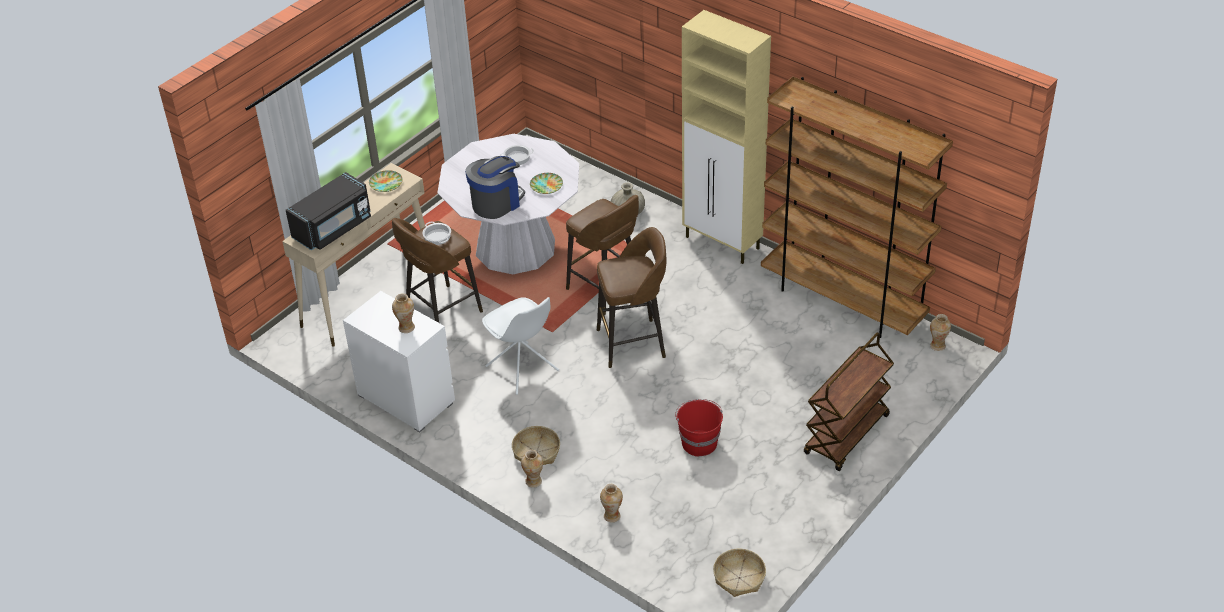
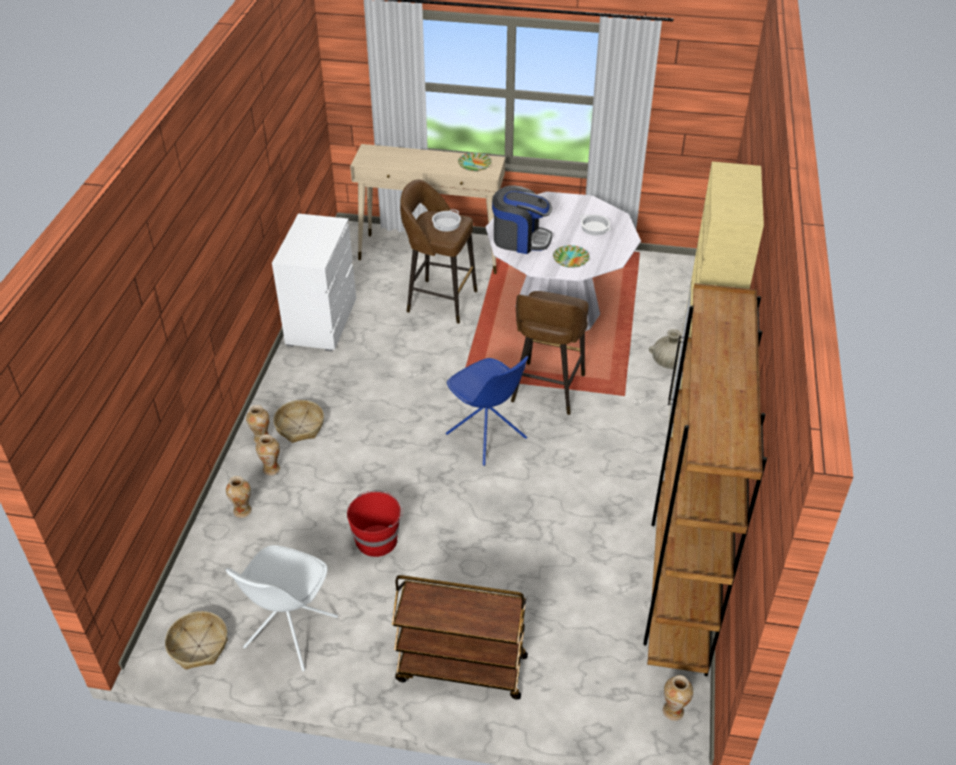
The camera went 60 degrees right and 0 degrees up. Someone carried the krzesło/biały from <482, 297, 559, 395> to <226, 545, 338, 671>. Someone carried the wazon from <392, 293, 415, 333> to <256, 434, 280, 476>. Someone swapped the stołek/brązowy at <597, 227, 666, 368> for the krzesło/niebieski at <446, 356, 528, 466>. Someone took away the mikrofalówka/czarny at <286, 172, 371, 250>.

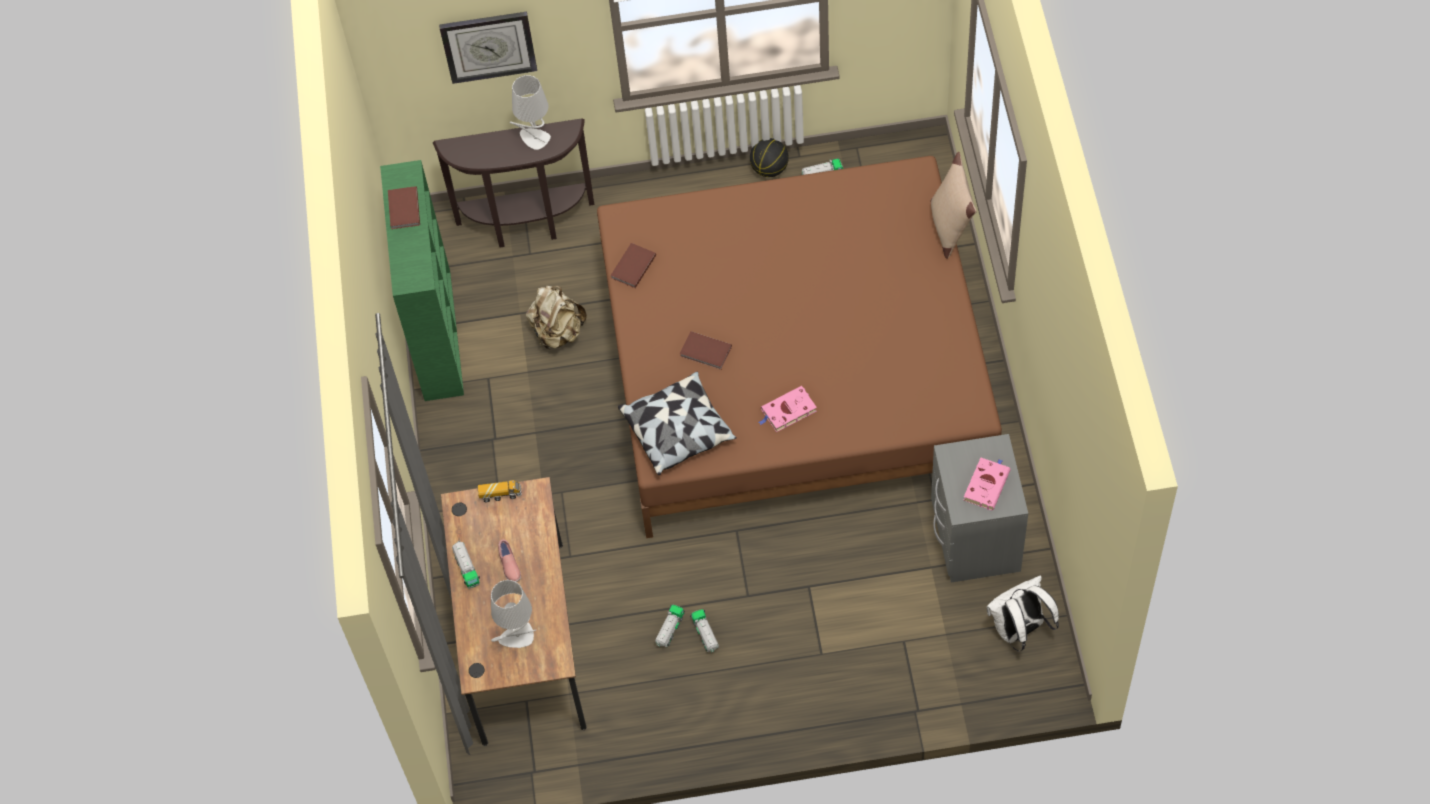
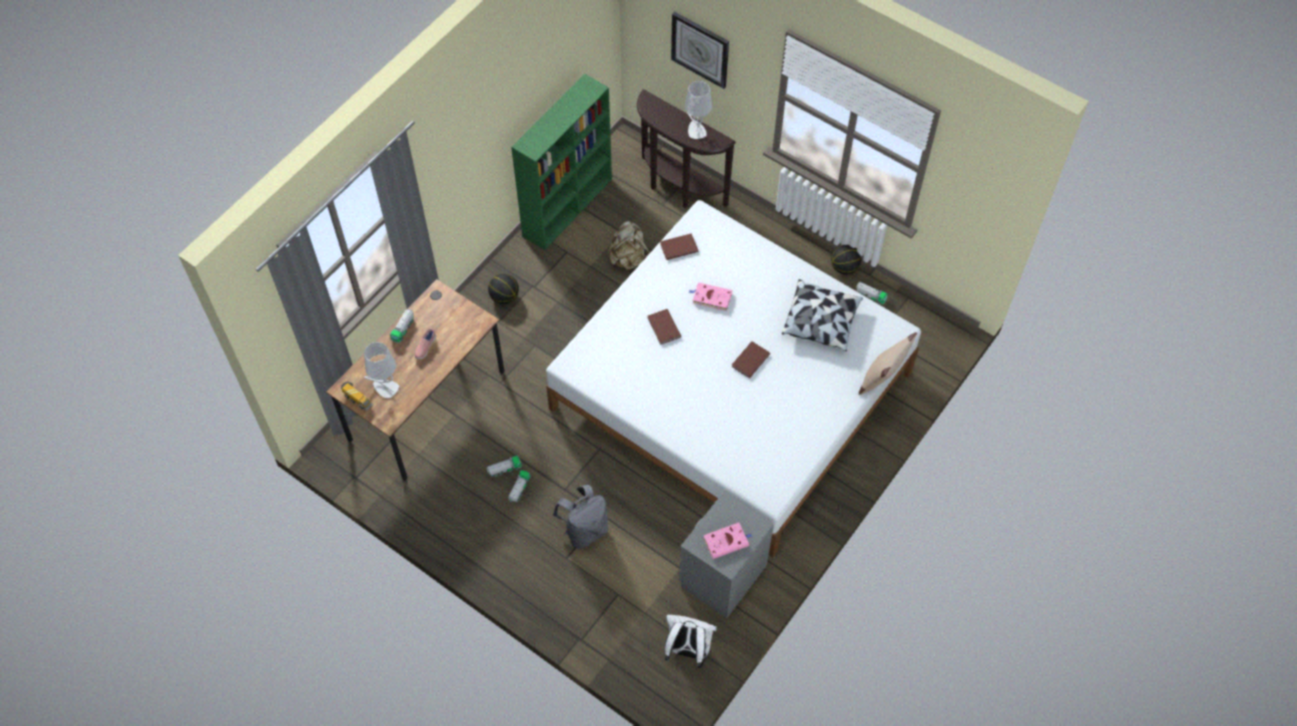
The camera went 40 degrees right and 0 degrees up. Someone carried the ciężarówka zabawkowa from <478, 480, 522, 502> to <342, 383, 372, 411>. Someone put down the piłka do koszykówki at <488, 274, 519, 304>. Someone repainted the łóżko/brązowy at <597, 156, 1002, 538>, which became the łóżko/biały at <546, 200, 921, 558>. Someone put down the plecak/szary at <553, 485, 608, 549>. Someone carried the książka/różowy from <759, 386, 817, 432> to <689, 282, 732, 311>. Someone carried the książka/brązowy from <388, 186, 420, 229> to <731, 341, 770, 378>. Someone carried the poduszka from <618, 372, 737, 475> to <782, 279, 863, 351>.

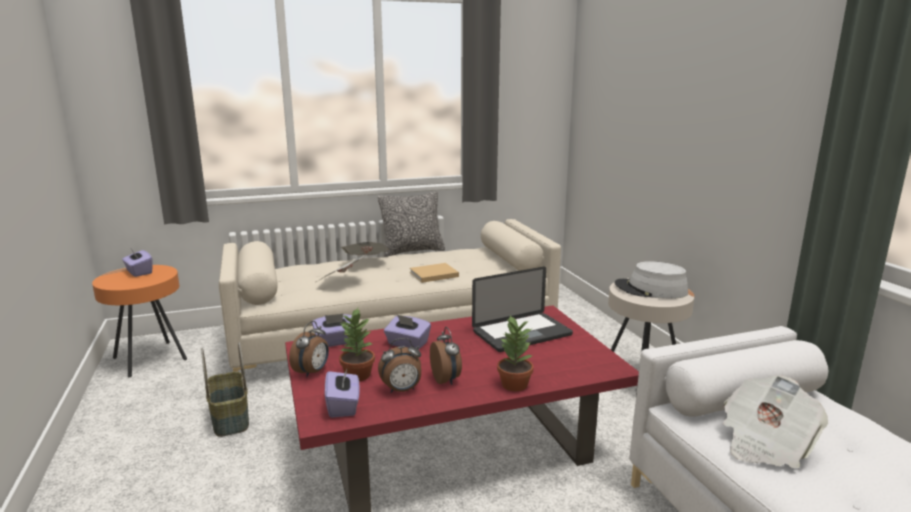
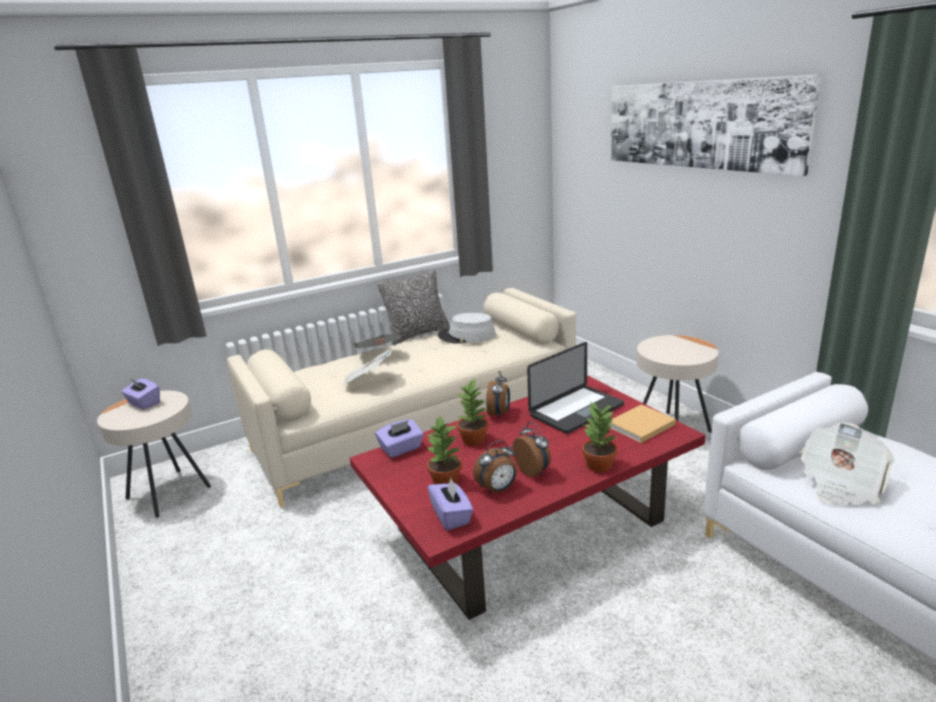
The camera went 10 degrees left and 5 degrees up. Someone repainted the stolik/pomarańczowy at <92, 265, 187, 377>, which became the stolik/beżowy at <97, 391, 211, 518>. Someone carried the kapelusz/szary from <615, 261, 688, 299> to <438, 313, 496, 344>. Someone swapped the pudełko chusteczek/fioletowy at <384, 314, 431, 350> for the roślina doniczkowa at <457, 379, 488, 446>. Someone carried the budzik from <289, 321, 329, 377> to <486, 371, 510, 419>. Someone carried the książka/beżowy from <410, 263, 459, 283> to <610, 404, 676, 443>. Someone put up the obraz at <611, 74, 821, 176>. Someone took away the koszyk at <201, 342, 249, 437>.

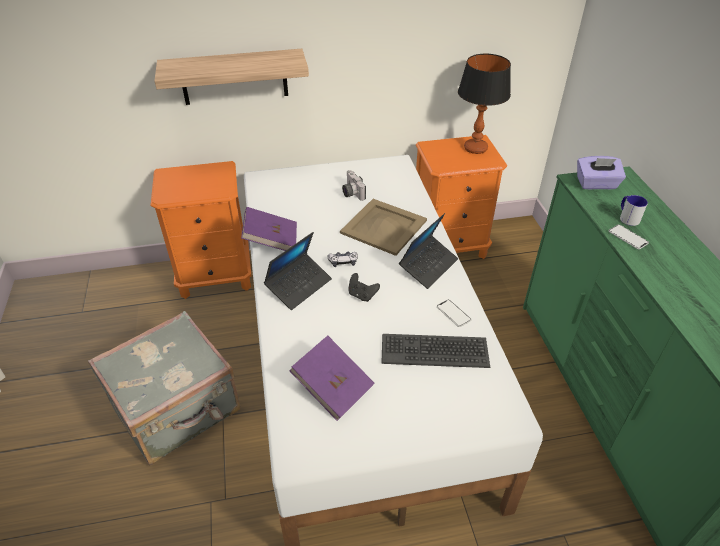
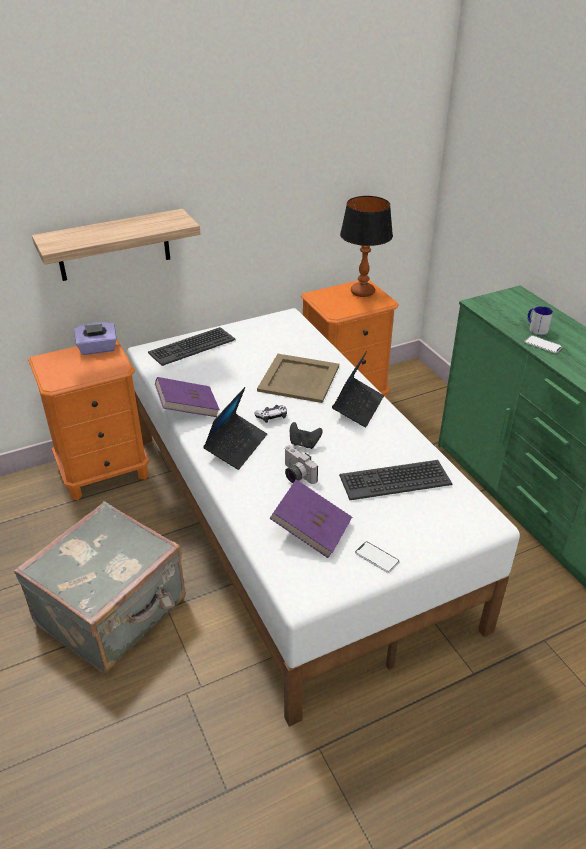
The camera went 15 degrees left and 5 degrees down. Someone carried the pudełko chusteczek/fioletowy from <577, 156, 626, 189> to <74, 322, 116, 355>. Someone put down the klawiatura at <148, 327, 236, 366>. Someone carried the aparat fotograficzny from <342, 170, 366, 201> to <284, 445, 318, 484>. Someone carried the telefon from <437, 300, 471, 327> to <355, 541, 400, 573>.

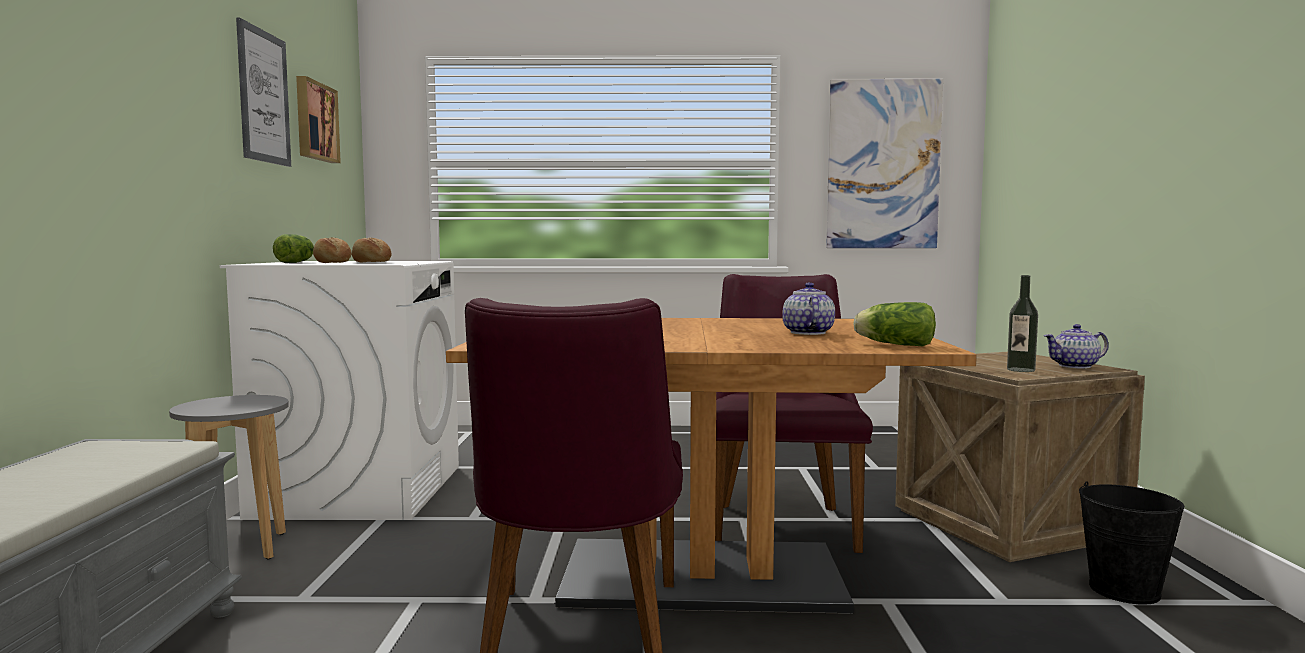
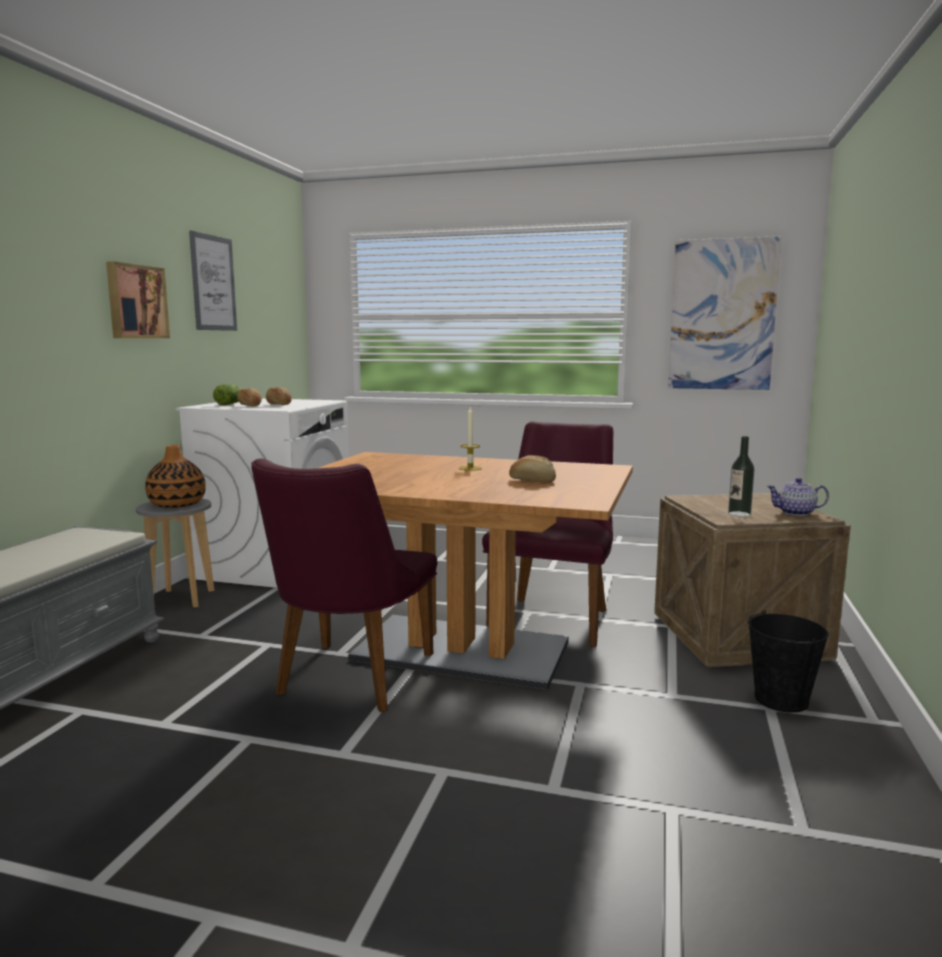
The camera went 15 degrees right and 5 degrees up. Someone carried the obraz from <296, 76, 341, 163> to <106, 261, 170, 338>. Someone put down the wazon at <145, 445, 206, 508>. Someone put down the świeca at <459, 407, 482, 471>. Someone swapped the imbryk at <782, 282, 835, 335> for the chleb at <509, 455, 556, 483>. Someone took away the sałata at <853, 302, 936, 347>.

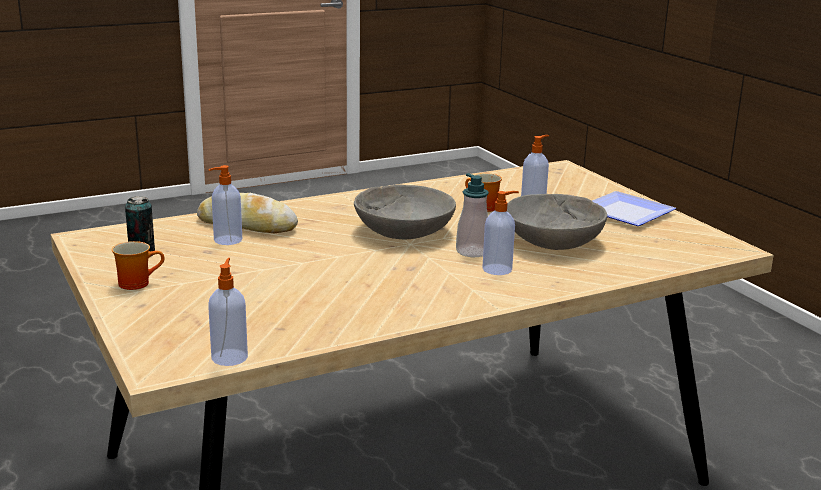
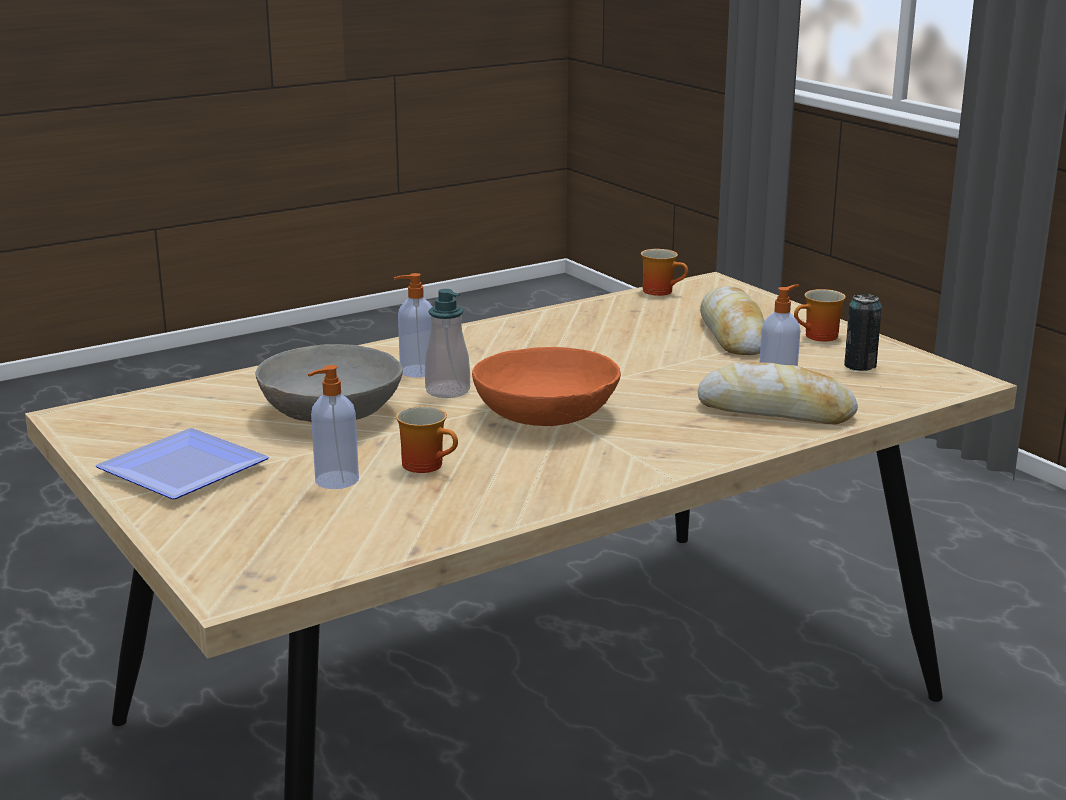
The camera went 175 degrees right and 0 degrees up. Someone repainted the miska/szary at <354, 184, 456, 240>, which became the miska/pomarańczowy at <472, 347, 621, 426>. Someone swapped the dozownik mydła at <208, 258, 248, 366> for the kubek at <641, 249, 688, 296>. Someone put down the chleb at <700, 286, 764, 355>.

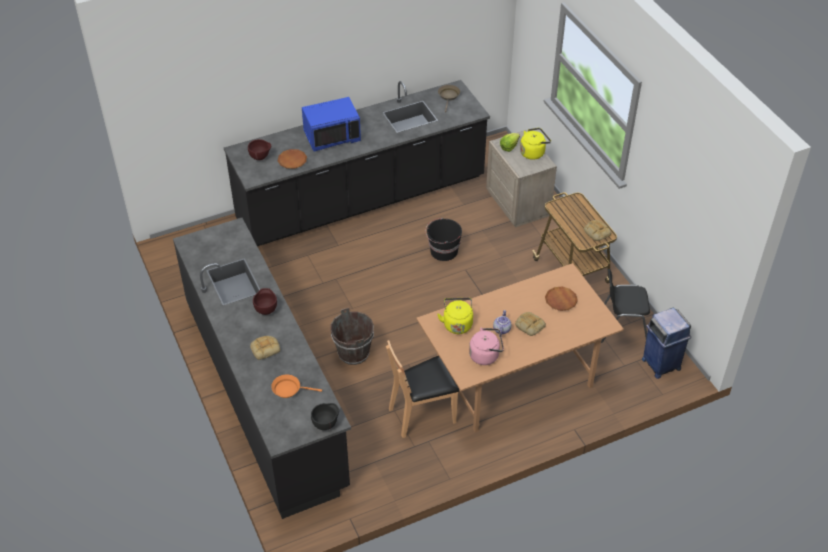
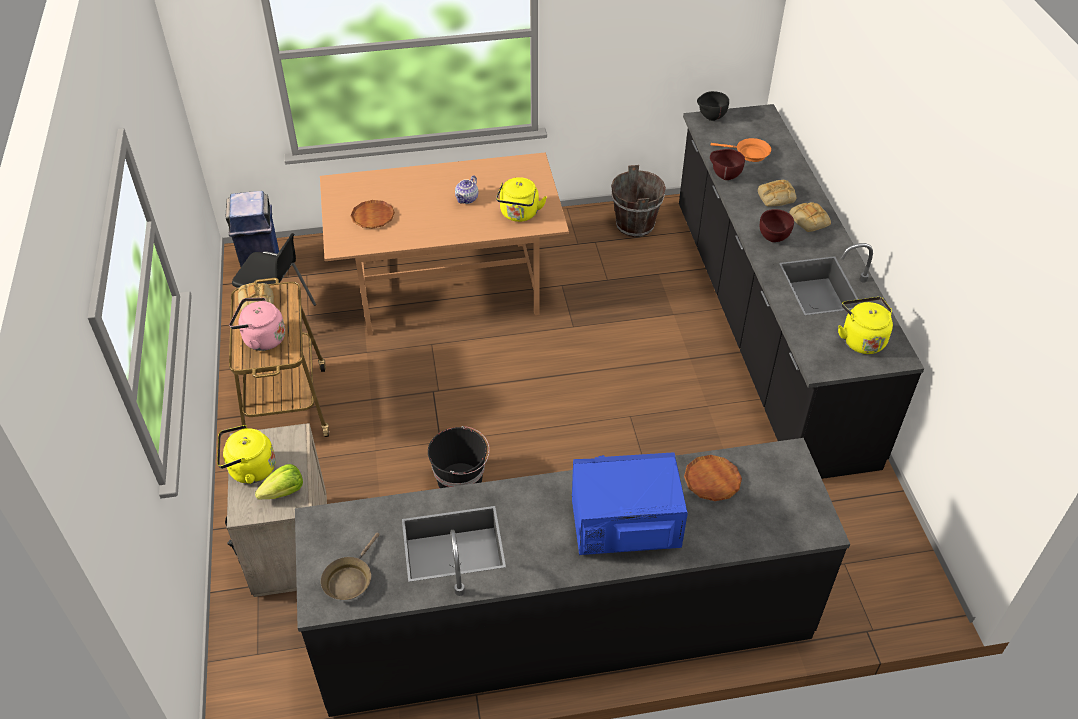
The camera went 165 degrees left and 0 degrees up. Someone carried the czajnik/różowy from <469, 327, 504, 365> to <229, 297, 285, 351>. Someone carried the wiadro/brązowy from <330, 308, 374, 365> to <611, 165, 666, 237>. Someone carried the miska/brązowy from <248, 139, 271, 160> to <710, 149, 745, 180>. Someone carried the chleb from <515, 312, 546, 336> to <789, 202, 831, 232>. Someone put down the czajnik/żółty at <838, 297, 893, 354>. Someone took away the krzesło/brązowy at <386, 340, 460, 438>.

